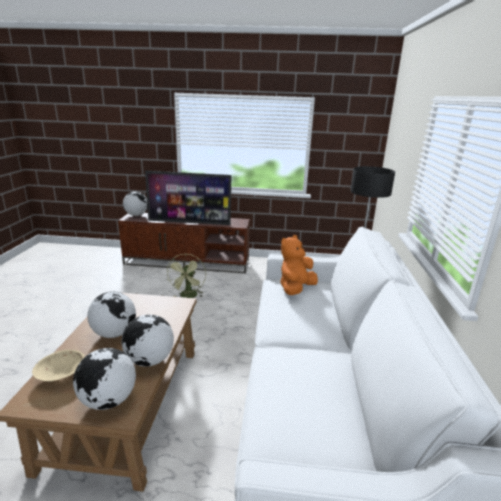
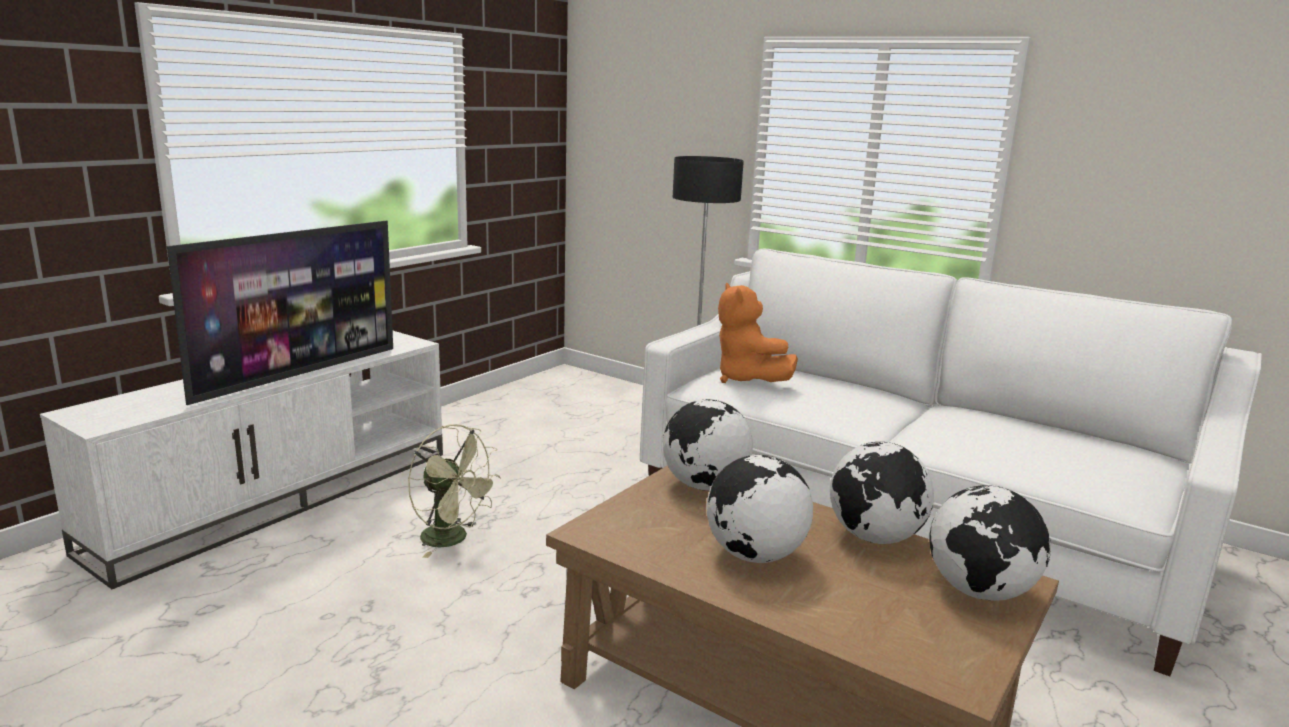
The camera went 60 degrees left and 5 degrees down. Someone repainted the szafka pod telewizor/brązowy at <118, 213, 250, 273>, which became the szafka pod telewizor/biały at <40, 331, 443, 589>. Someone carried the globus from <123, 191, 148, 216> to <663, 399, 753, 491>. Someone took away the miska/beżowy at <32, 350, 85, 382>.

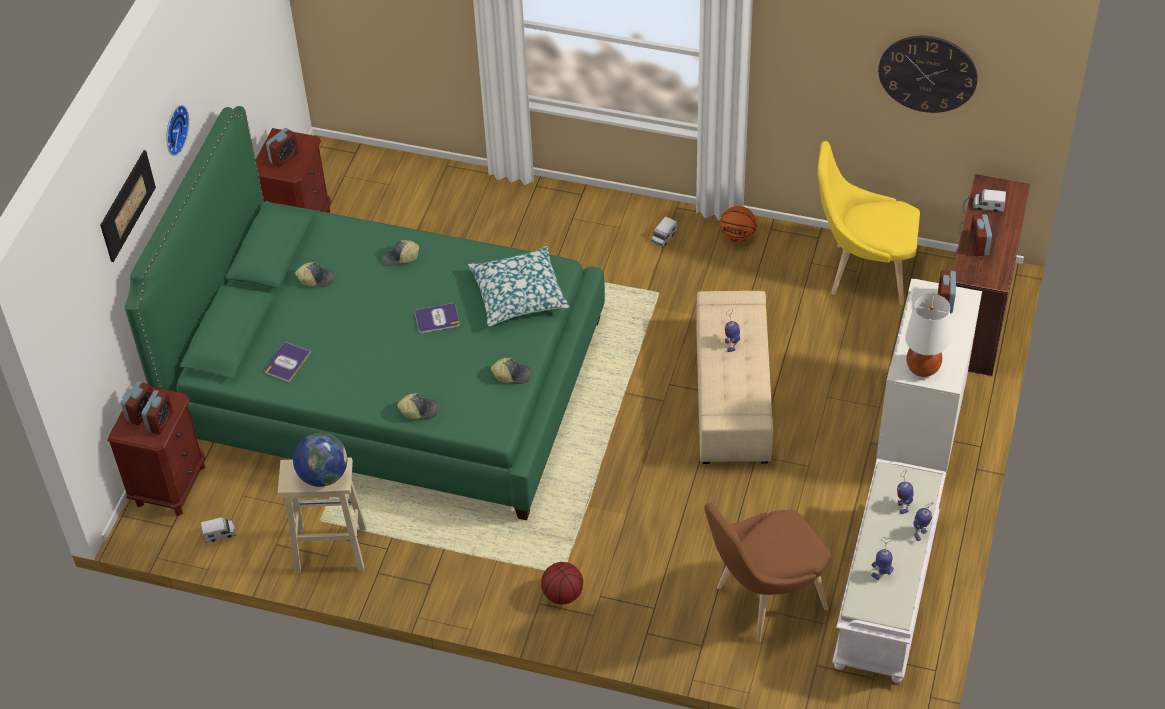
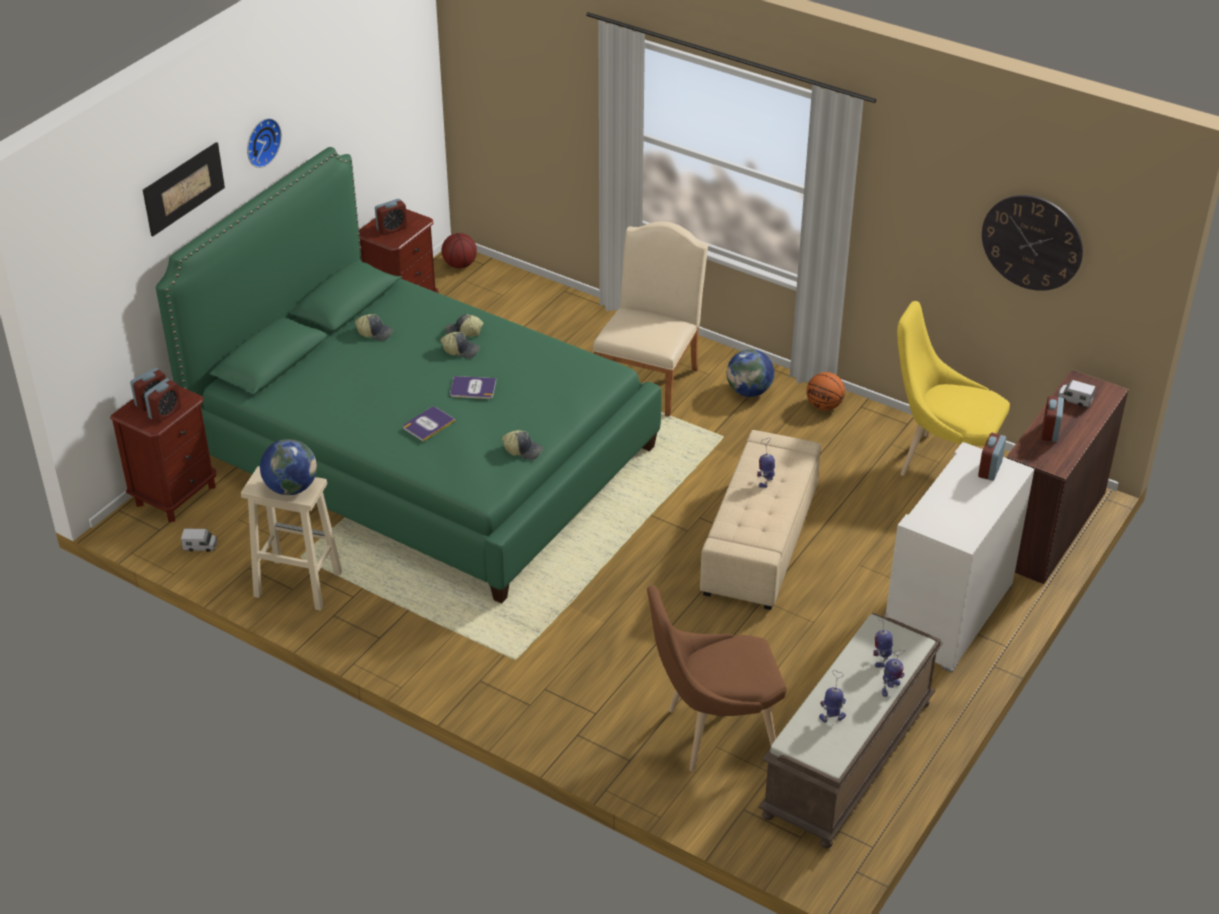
The camera went 15 degrees right and 10 degrees down. Someone carried the książka from <265, 343, 311, 382> to <403, 407, 455, 441>. Someone carried the czapka z daszkiem from <397, 393, 438, 419> to <441, 332, 480, 358>. Someone carried the piłka do koszykówki from <541, 562, 583, 605> to <442, 233, 477, 268>. Someone put down the krzesło/beżowy at <593, 222, 708, 417>. Someone swapped the ciężarówka zabawkowa at <651, 216, 677, 248> for the globus at <727, 349, 774, 397>. Someone repainted the ławka/biały at <832, 459, 946, 683>, which became the ławka/brązowy at <758, 613, 943, 849>. Someone took away the poduszka at <468, 246, 569, 326>. Someone took away the lampa stołowa/biały at <905, 293, 950, 377>.

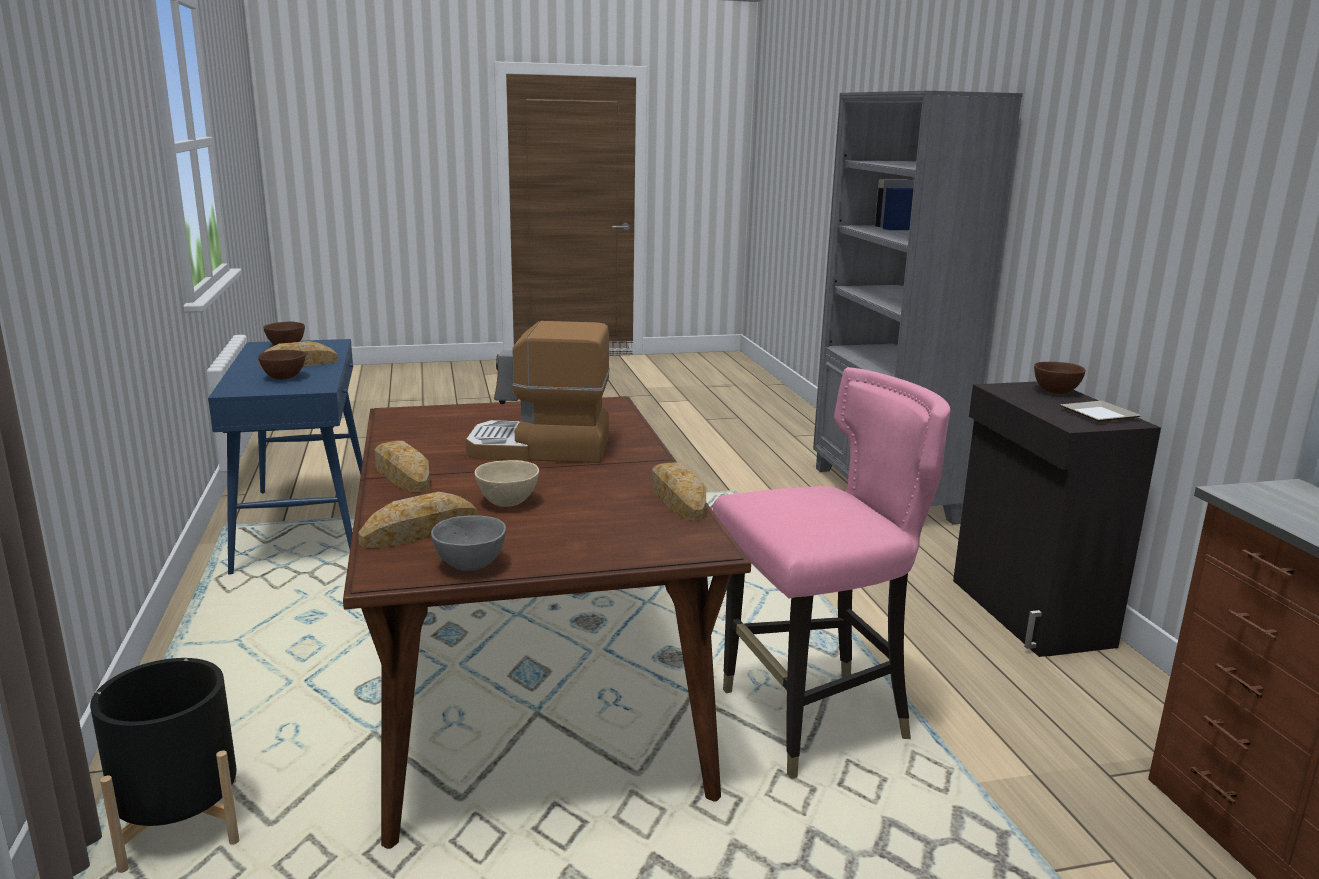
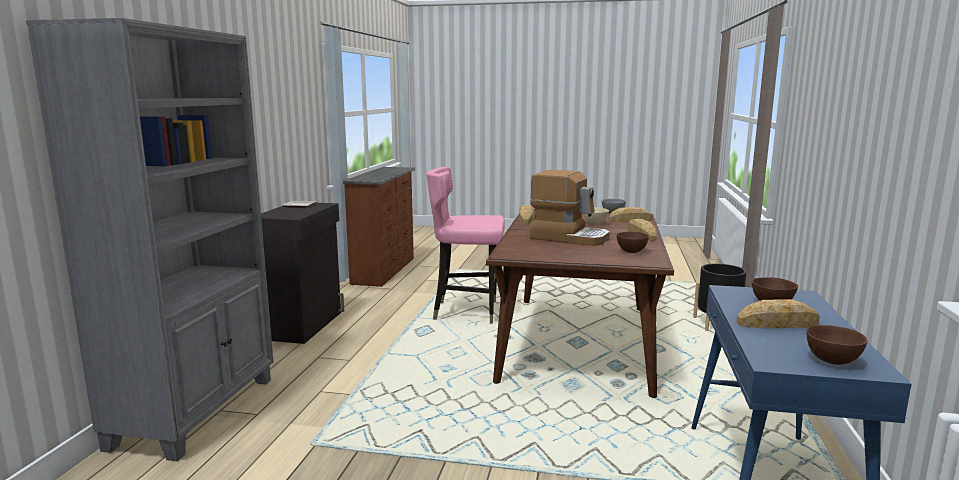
The camera went 155 degrees left and 5 degrees down. Someone carried the miska/brązowy from <1034, 362, 1086, 394> to <616, 232, 649, 253>.

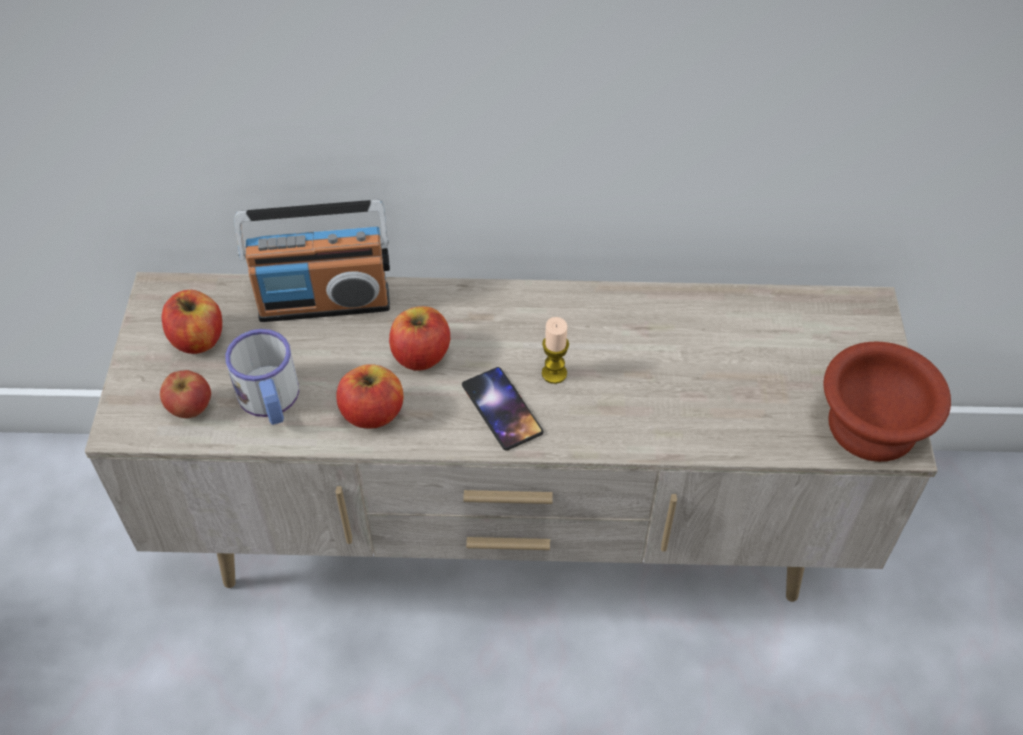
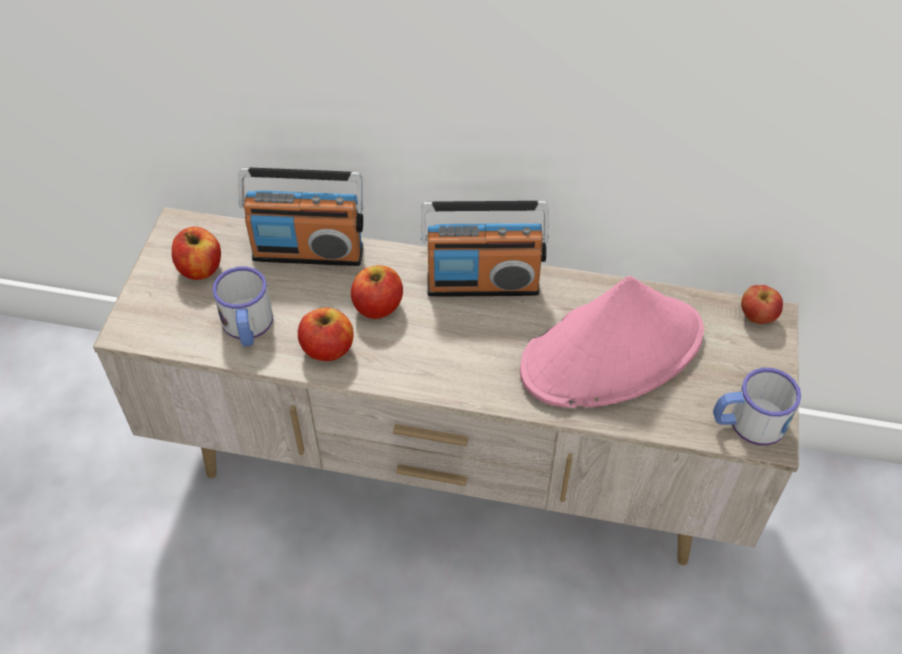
The camera went 10 degrees right and 0 degrees up. Someone put down the radio at <421, 201, 549, 297>. Someone put down the kapelusz/różowy at <520, 276, 704, 408>. Someone swapped the miska/brązowy at <824, 342, 951, 462> for the kubek at <713, 368, 801, 445>. Someone carried the jabłko from <160, 370, 211, 418> to <741, 285, 783, 324>. Someone took away the telefon at <462, 367, 543, 451>. Someone took away the świeca at <542, 317, 569, 384>.

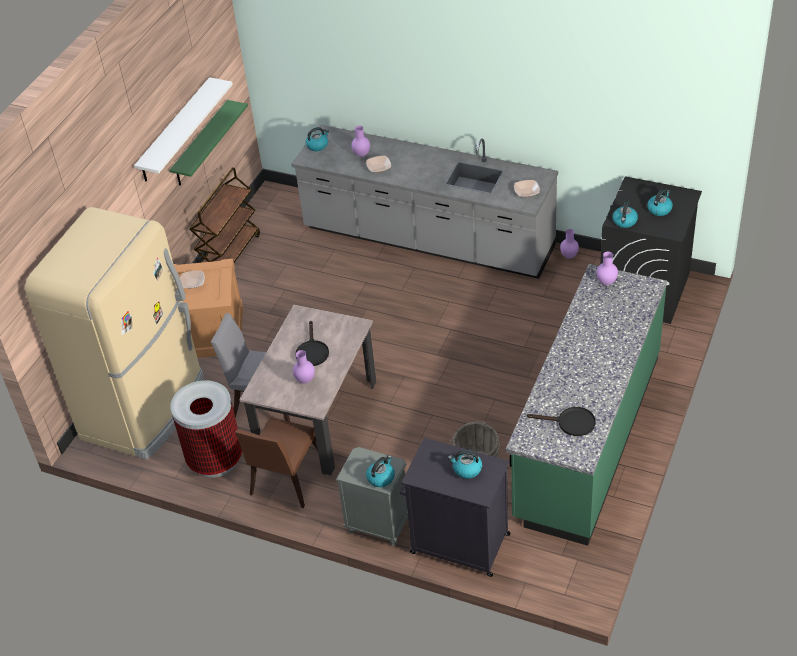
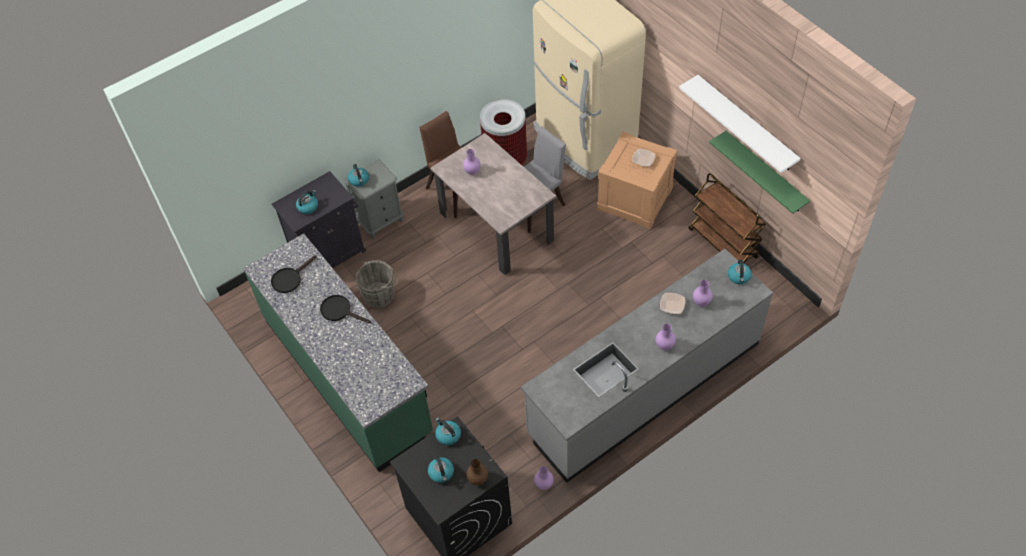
The camera went 120 degrees right and 10 degrees up. Someone carried the patelnia/czarny from <295, 321, 329, 366> to <320, 295, 371, 323>. Someone put down the wazon/brązowy at <467, 459, 488, 486>. Someone carried the wazon/fioletowy from <596, 252, 618, 285> to <656, 324, 676, 350>. Someone took away the miska at <514, 180, 540, 197>.

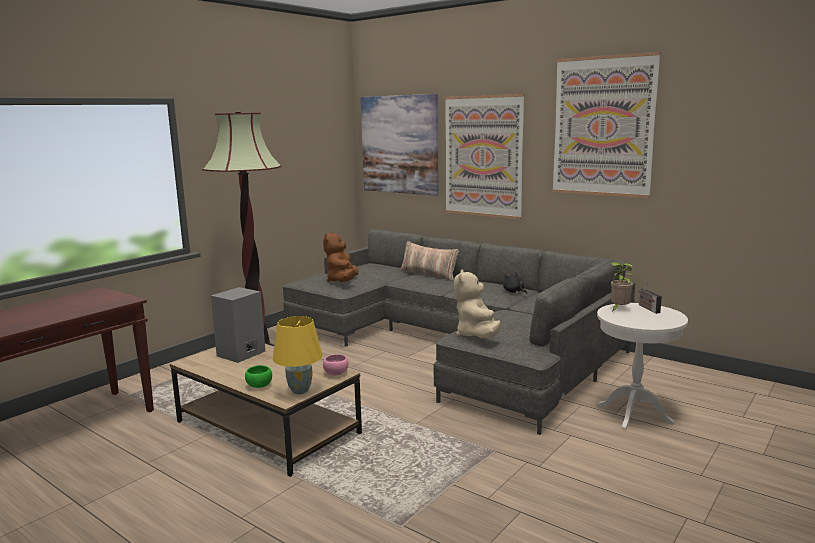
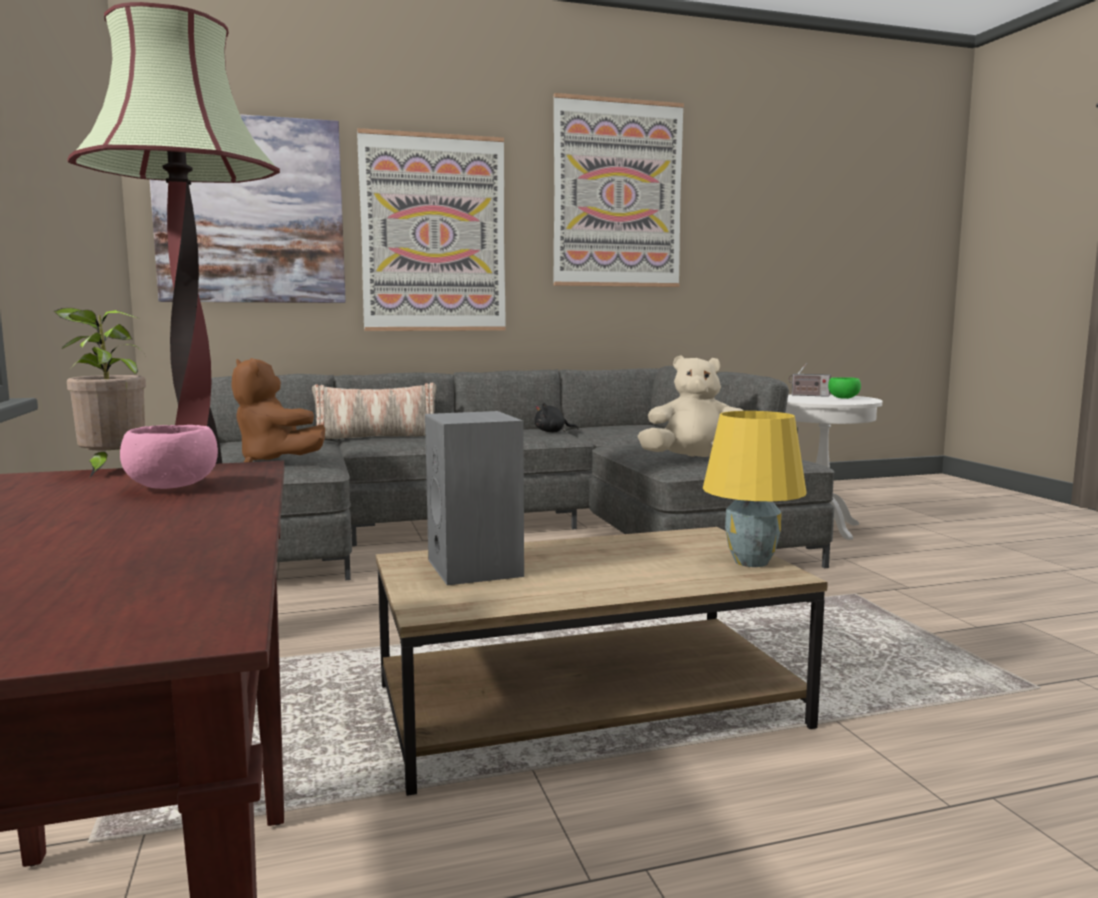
The camera went 55 degrees left and 5 degrees down. Someone carried the roślina doniczkowa from <610, 262, 634, 311> to <54, 308, 146, 477>. Someone carried the miska/różowy from <323, 354, 349, 375> to <120, 425, 218, 489>. Someone rotated the pluszak/beżowy at <454, 269, 501, 338> by 150 degrees clockwise. Someone carried the miska/zielony from <245, 365, 272, 388> to <828, 377, 861, 399>.

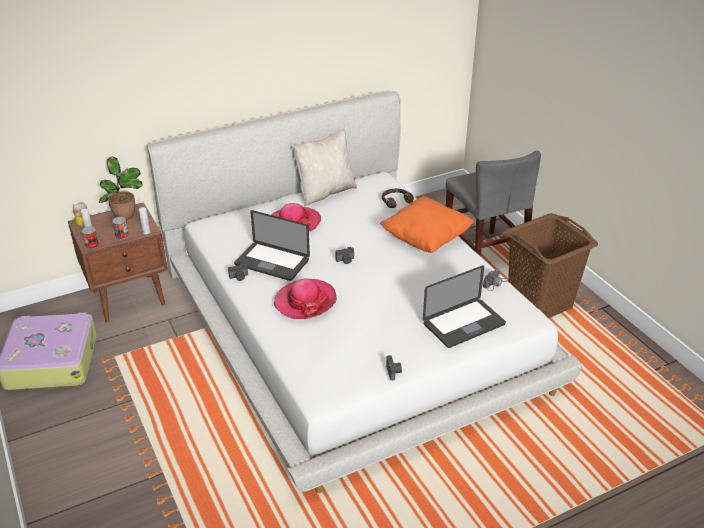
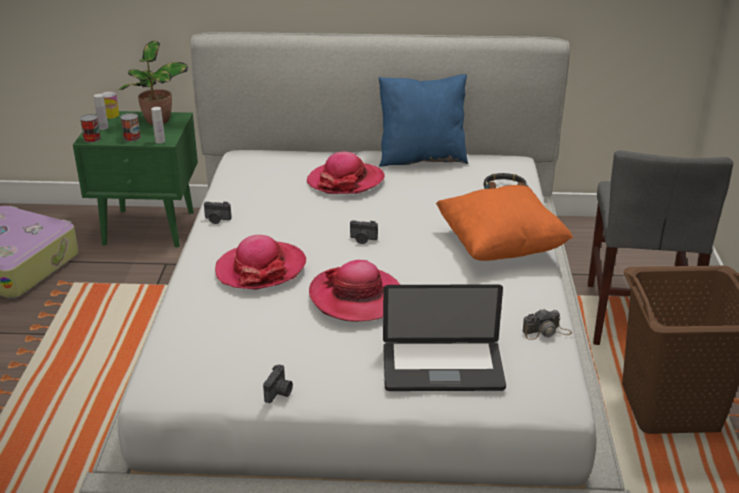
The camera went 30 degrees right and 5 degrees down. Someone repainted the szafka nocna/brązowy at <68, 202, 168, 322>, which became the szafka nocna/zielony at <73, 111, 198, 247>. Someone put down the kapelusz at <309, 260, 400, 322>. Someone repainted the poduszka/beżowy at <292, 129, 357, 206>, which became the poduszka/niebieski at <379, 74, 468, 167>. Someone took away the laptop at <234, 210, 310, 281>.

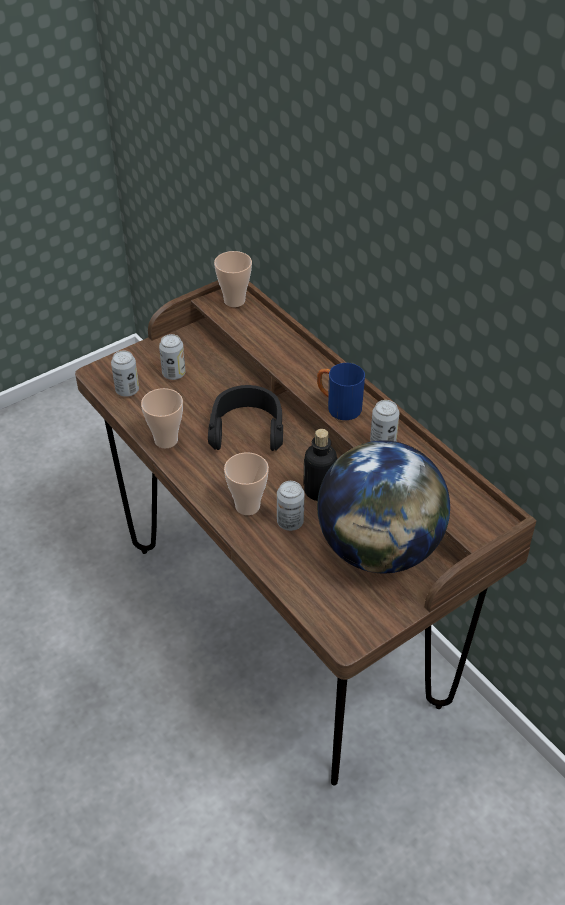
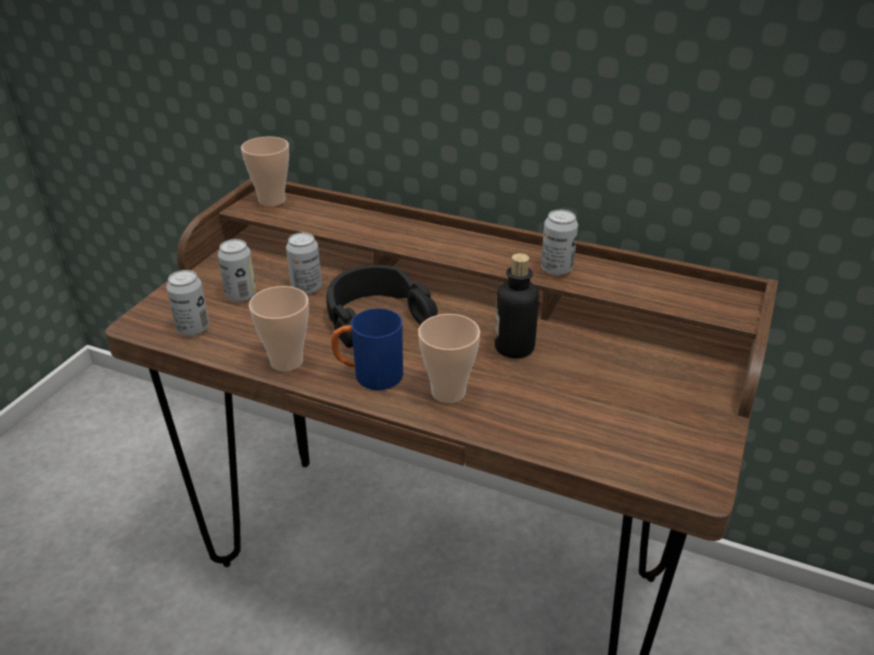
The camera went 30 degrees left and 10 degrees down. Someone carried the puszka from <277, 481, 304, 531> to <286, 233, 322, 294>. Someone carried the kubek/niebieski from <317, 363, 365, 420> to <331, 308, 403, 390>. Someone took away the globus at <317, 440, 450, 573>.

